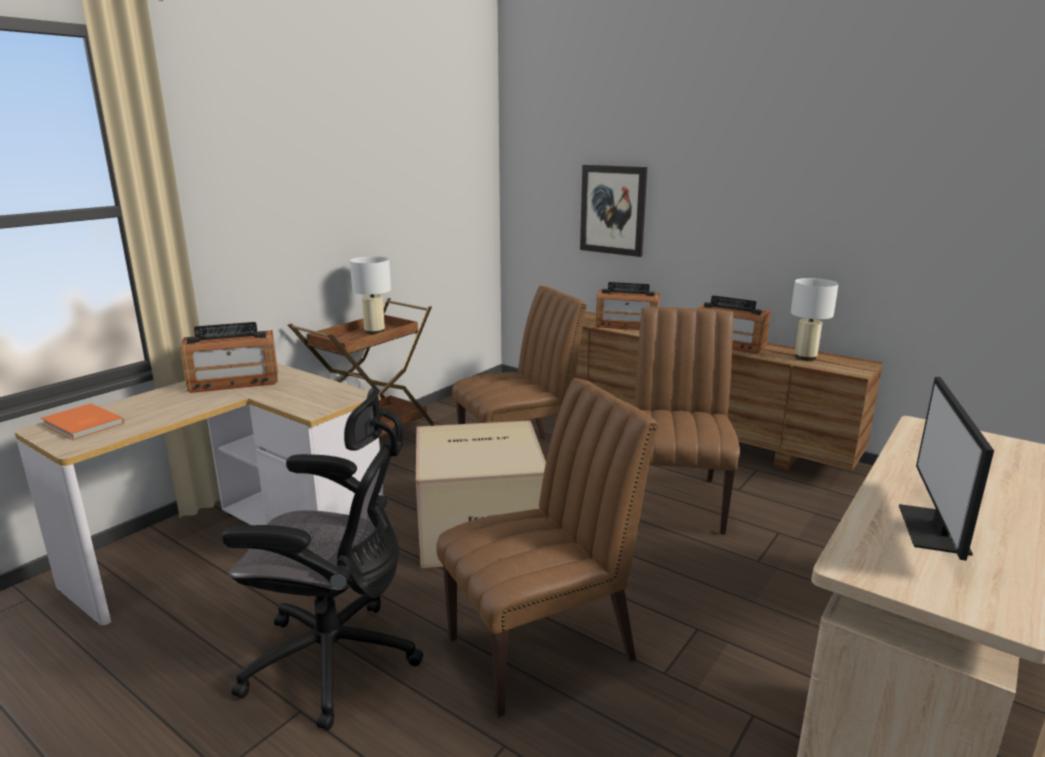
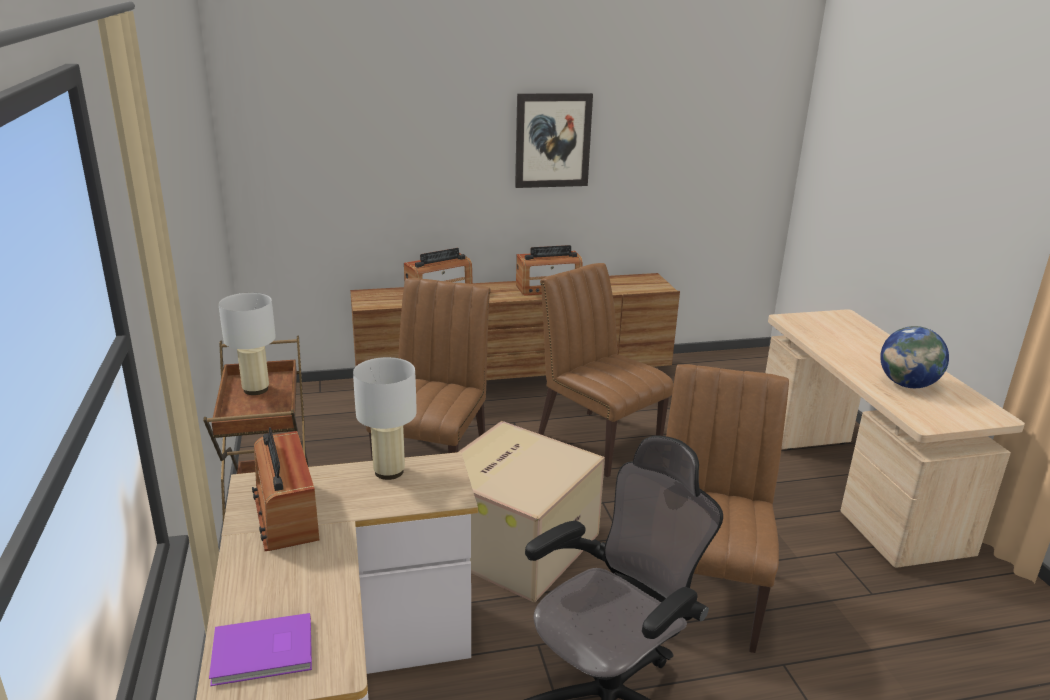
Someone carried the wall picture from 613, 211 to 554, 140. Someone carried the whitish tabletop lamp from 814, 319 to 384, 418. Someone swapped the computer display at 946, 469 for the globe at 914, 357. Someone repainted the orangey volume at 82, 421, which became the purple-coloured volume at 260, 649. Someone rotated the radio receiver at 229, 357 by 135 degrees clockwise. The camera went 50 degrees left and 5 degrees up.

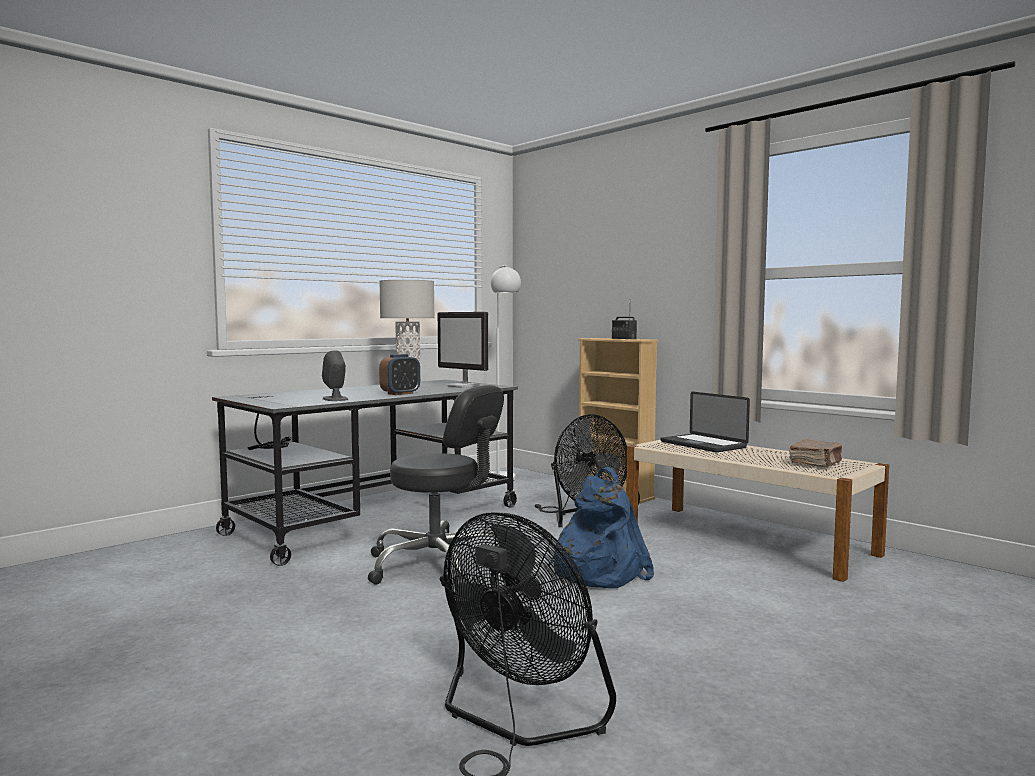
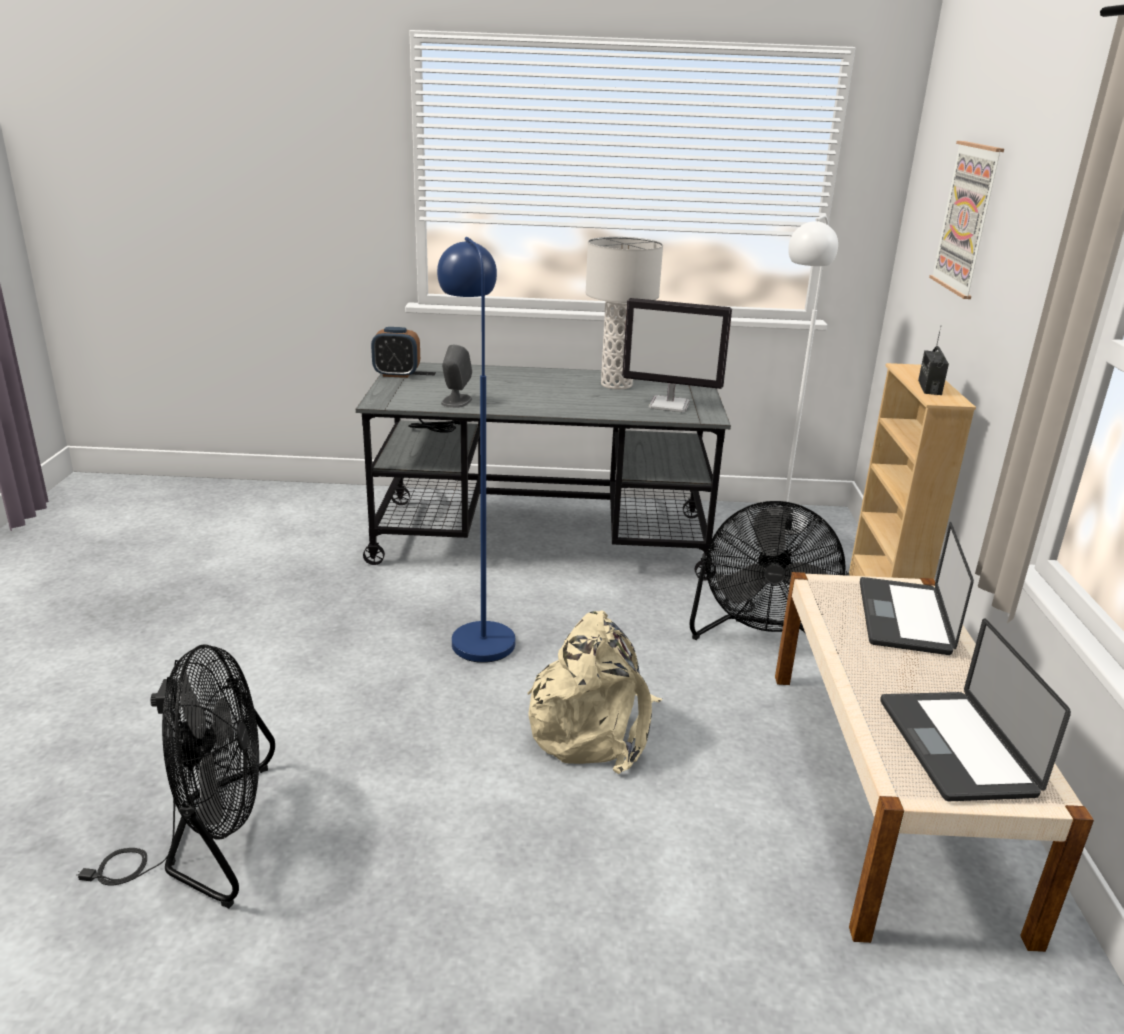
Someone put up the wall picture at 966, 220. Someone carried the bedside clock from 399, 374 to 395, 352. Someone swapped the black office chair at 436, 487 for the bluish standard lamp at 476, 450. Someone swapped the brown-coloured volume at 815, 453 for the laptop at 975, 709. Someone repainted the bluish rucksack at 601, 527, which became the beige-coloured rucksack at 595, 692. Someone rotated the computer display at 463, 350 by 75 degrees counterclockwise. The camera went 45 degrees right and 20 degrees up.

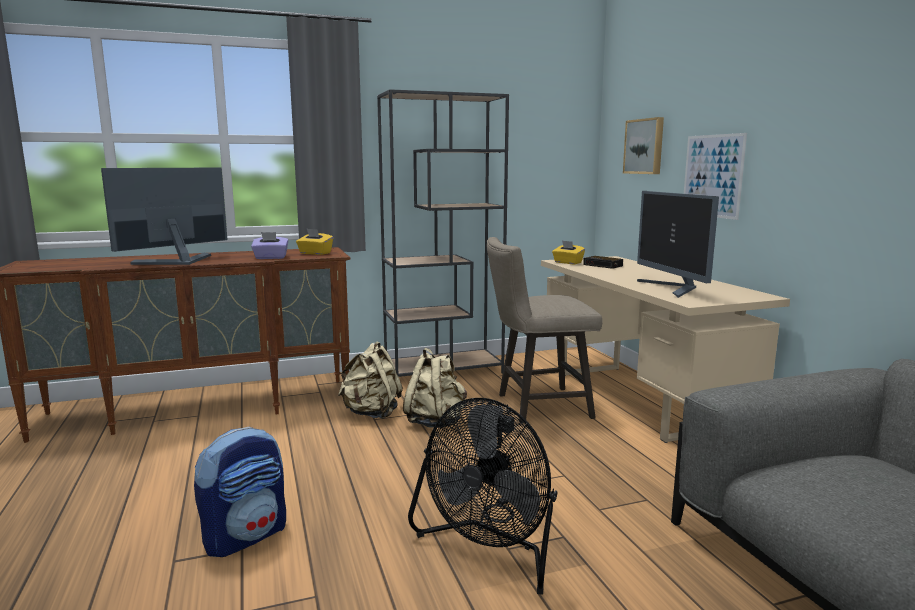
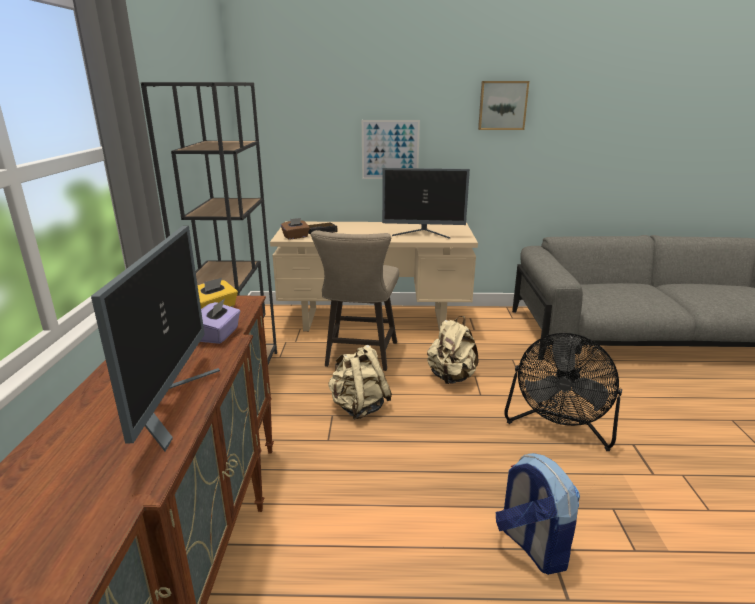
Someone carried the beige-coloured rucksack from 370, 380 to 452, 350. Someone carried the wall picture from 643, 145 to 503, 105. Someone repainted the yellow-coloured tissue box at 568, 252, which became the brown-coloured tissue box at 295, 229. Someone rotated the computer display at 164, 216 by 150 degrees counterclockwise. Someone rotated the black cooling fan at 483, 496 by 60 degrees clockwise. The camera went 70 degrees left and 10 degrees up.

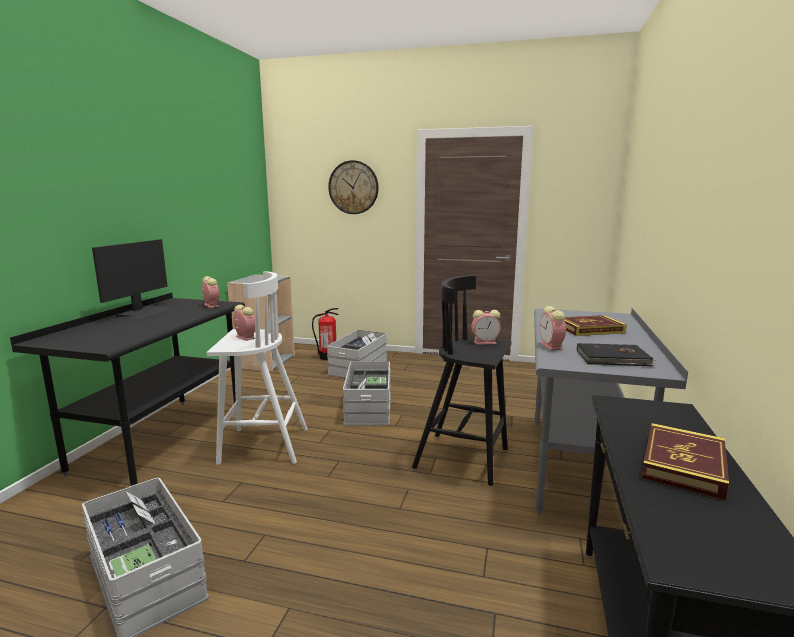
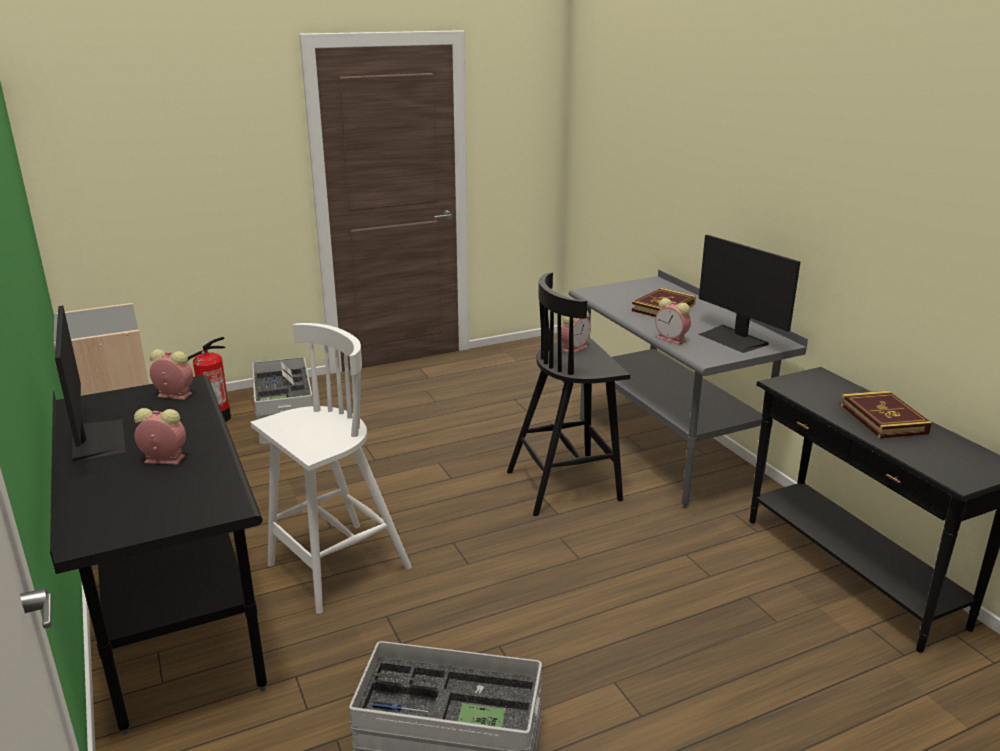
Someone took away the wall clock at 353, 187. Someone took away the greyish storage bin at 367, 393. Someone carried the bedside clock from 244, 323 to 160, 436. Someone swapped the black volume at 616, 354 for the computer display at 749, 294. The camera went 40 degrees left and 10 degrees up.

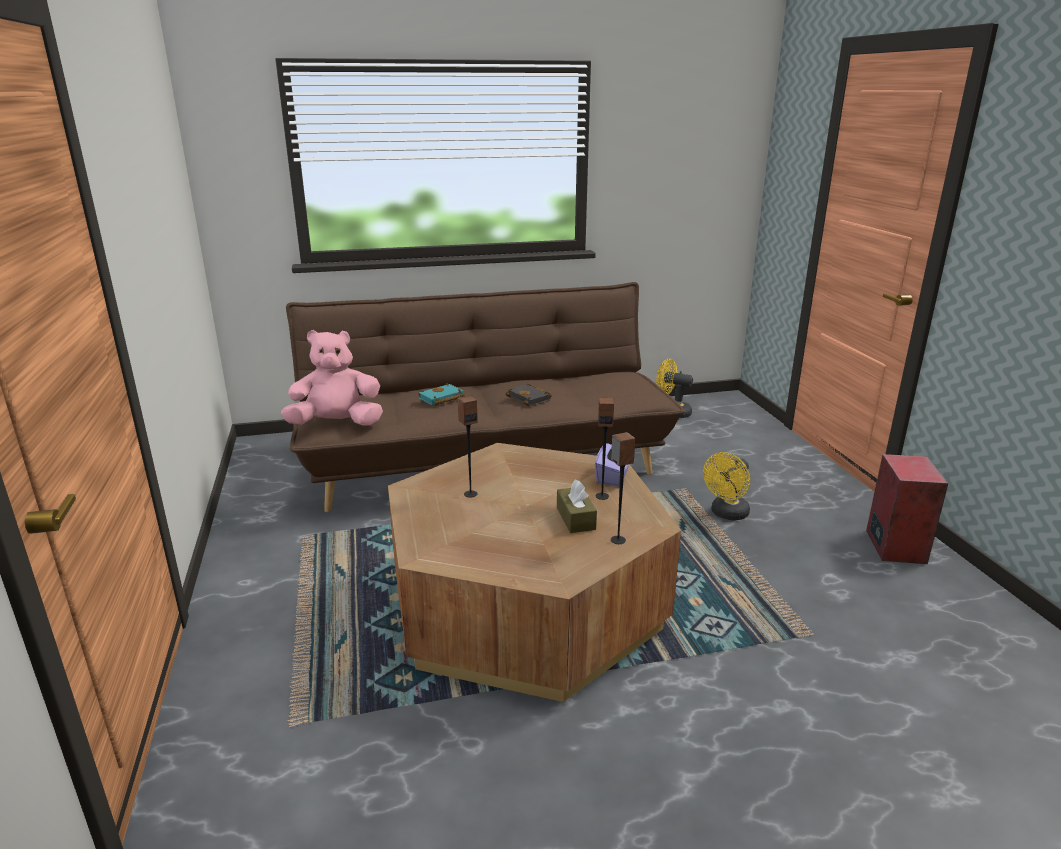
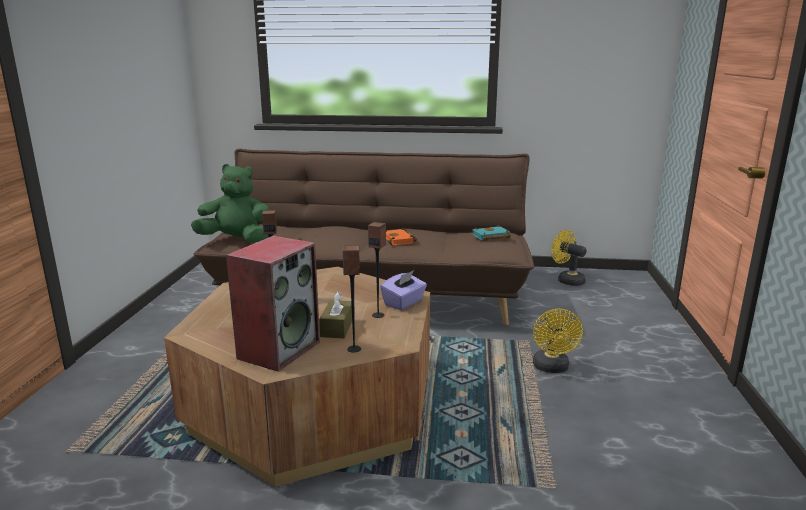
Someone carried the turquoise-coloured volume from 441, 394 to 491, 233. Someone carried the speaker from 907, 509 to 273, 304. Someone repainted the pink-coloured plush toy at 332, 377, which became the green plush toy at 230, 203. Someone repainted the black volume at 528, 394, which became the orangey volume at 401, 237. Someone rotated the yellow-coloured cooling fan at 726, 486 by 60 degrees counterclockwise. The camera went 20 degrees right and 5 degrees down.

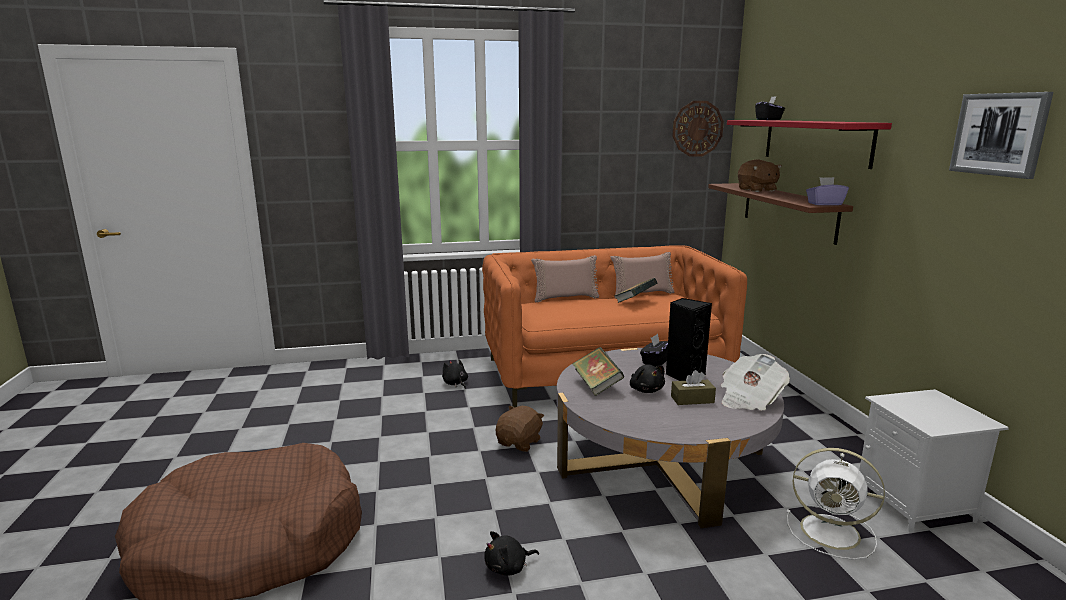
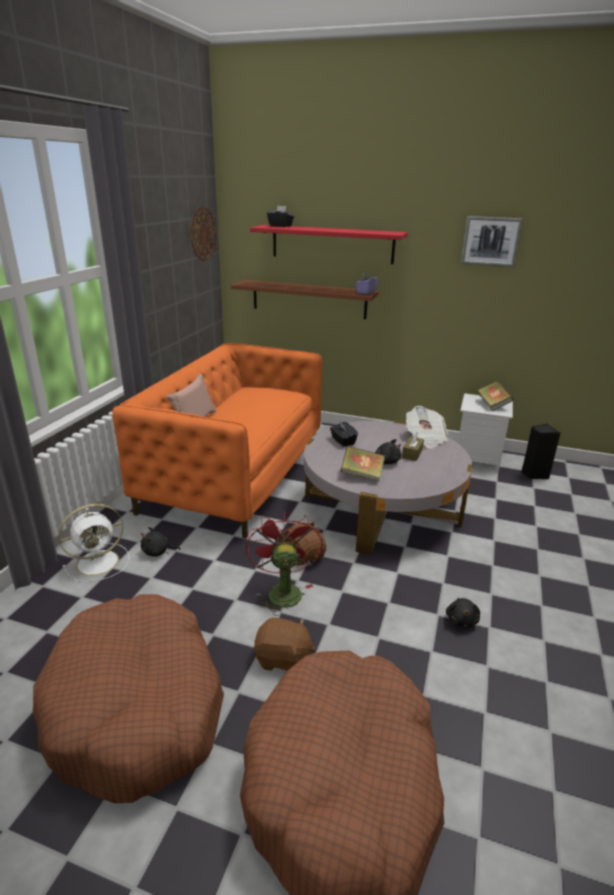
Someone took away the beige-coloured cushion at 642, 275. Someone put down the brown-coloured dog cushion at 128, 698. Someone put down the red cooling fan at 284, 563. Someone carried the volume from 636, 290 to 495, 396. Someone carried the black speaker from 688, 339 to 541, 451. Someone carried the brown-coloured plush toy from 760, 176 to 285, 644. Someone carried the whitish cooling fan from 835, 504 to 94, 543. The camera went 60 degrees left and 10 degrees up.

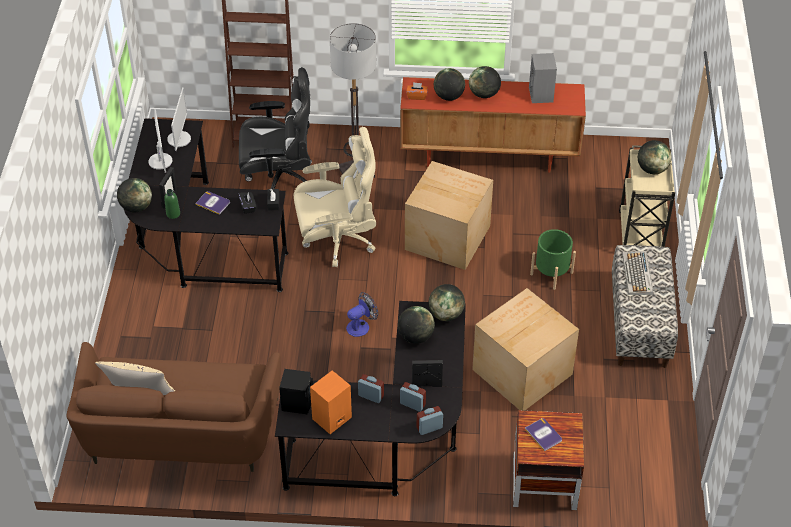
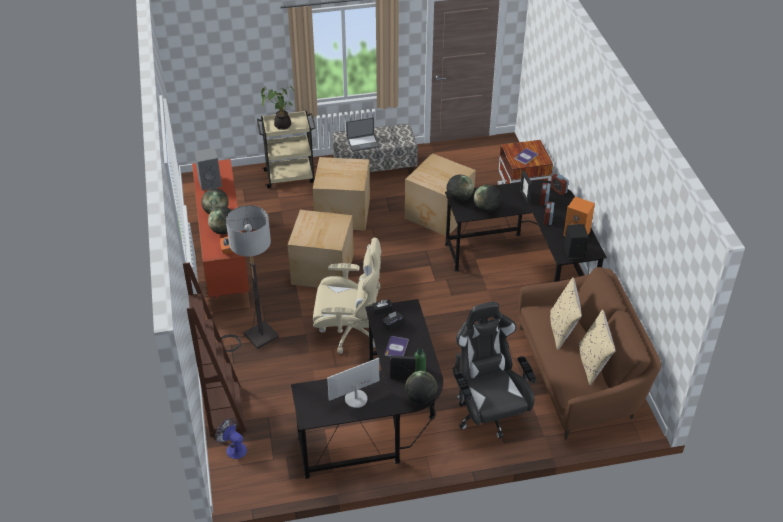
Someone took away the computer display at 179, 119. Someone put down the beige-coloured cushion at 566, 314. Someone carried the black office chair from 275, 128 to 494, 370. Someone carried the cooling fan from 362, 314 to 231, 438. Someone swapped the green planter at 553, 259 for the carton at 341, 194. Someone swapped the keyboard at 638, 273 for the laptop at 363, 134. Someone swapped the globe at 654, 157 for the plant in a pot at 278, 107. Someone rotated the beige-coloured office chair at 335, 196 by 120 degrees clockwise. The camera went 105 degrees left and 5 degrees down.

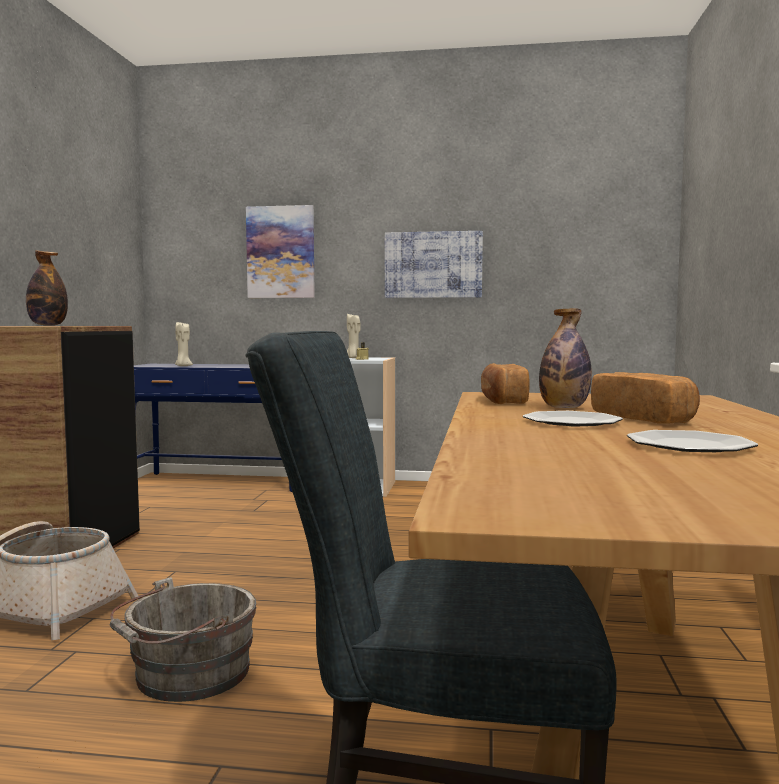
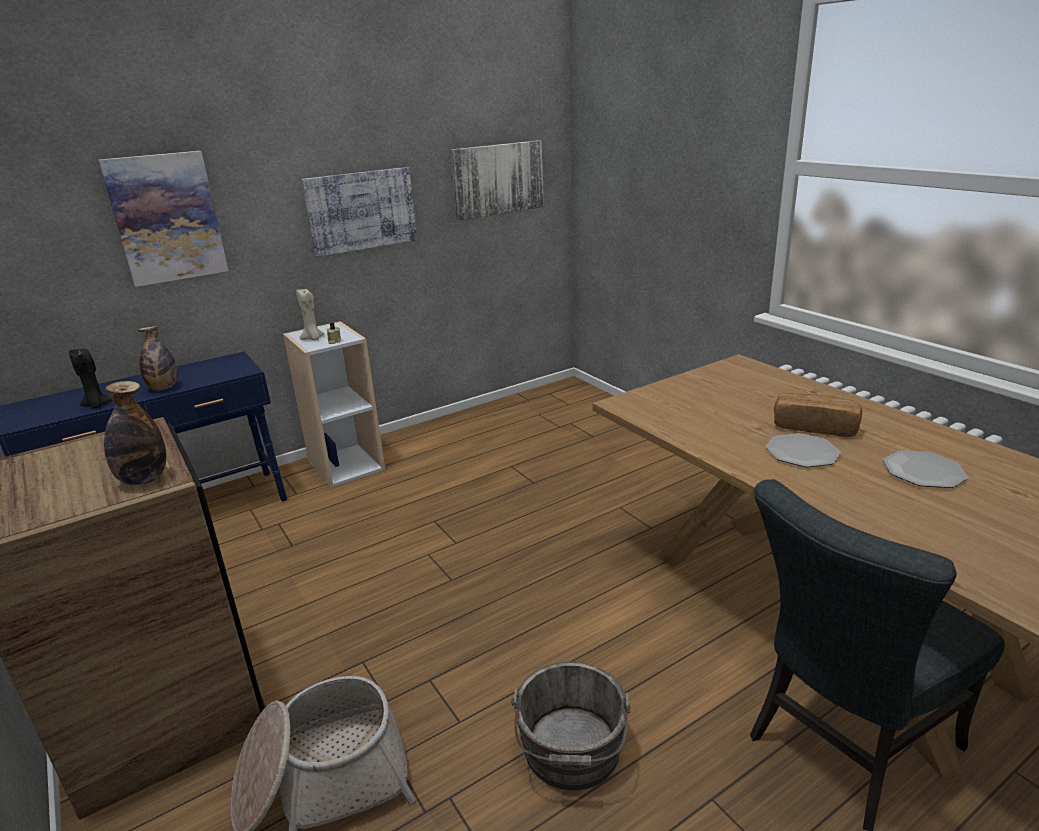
Someone took away the bakery bread at 505, 383. Someone put up the wall picture at 497, 180. Someone carried the bottle from 565, 358 to 158, 358. Someone repainted the beige-coloured candle at 184, 344, which became the black candle at 90, 378. The camera went 40 degrees left and 20 degrees up.

